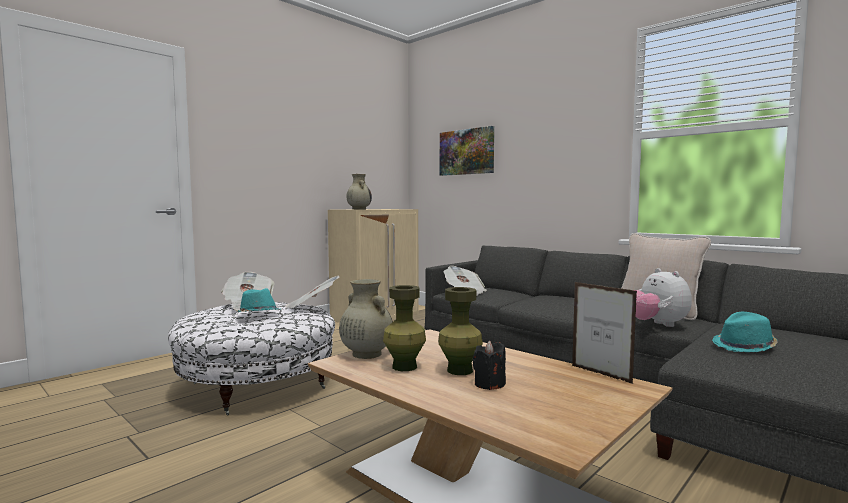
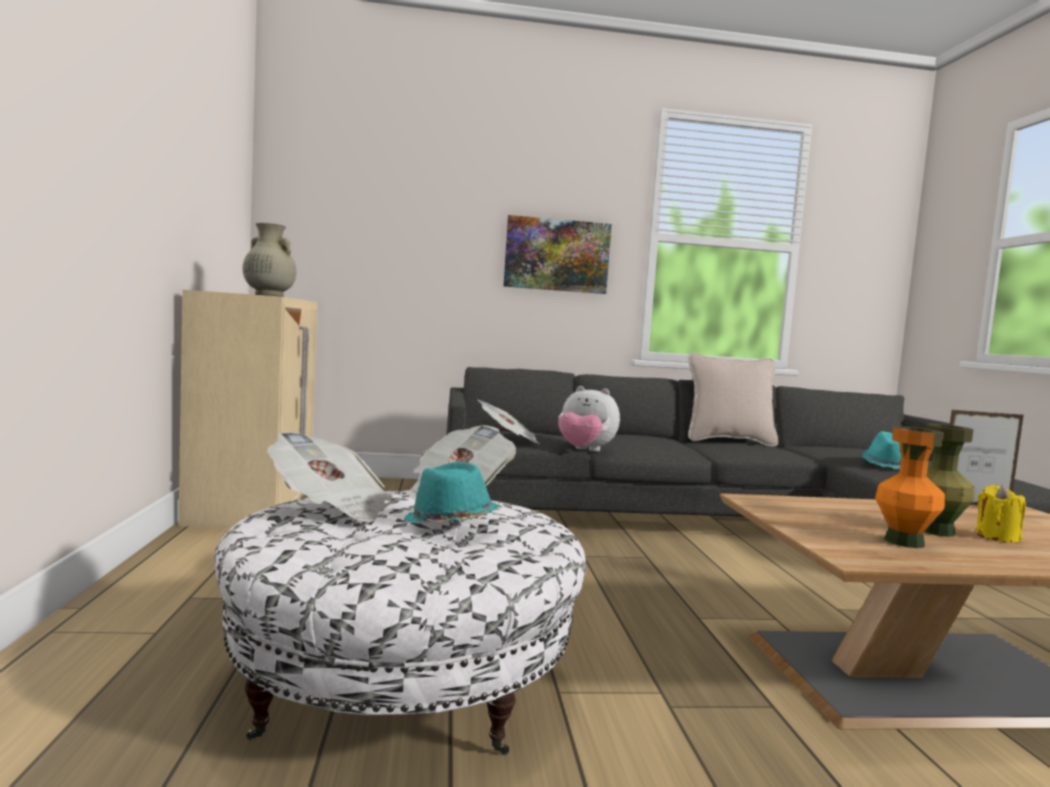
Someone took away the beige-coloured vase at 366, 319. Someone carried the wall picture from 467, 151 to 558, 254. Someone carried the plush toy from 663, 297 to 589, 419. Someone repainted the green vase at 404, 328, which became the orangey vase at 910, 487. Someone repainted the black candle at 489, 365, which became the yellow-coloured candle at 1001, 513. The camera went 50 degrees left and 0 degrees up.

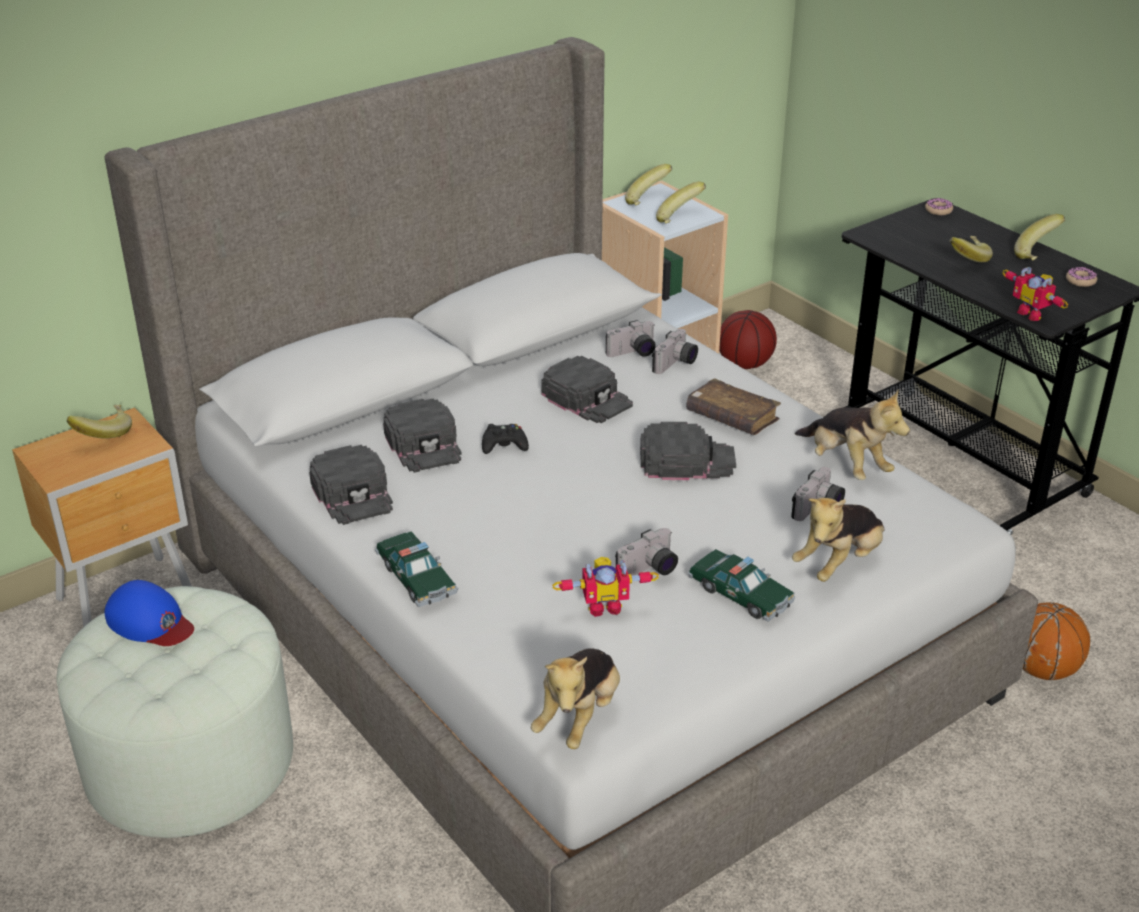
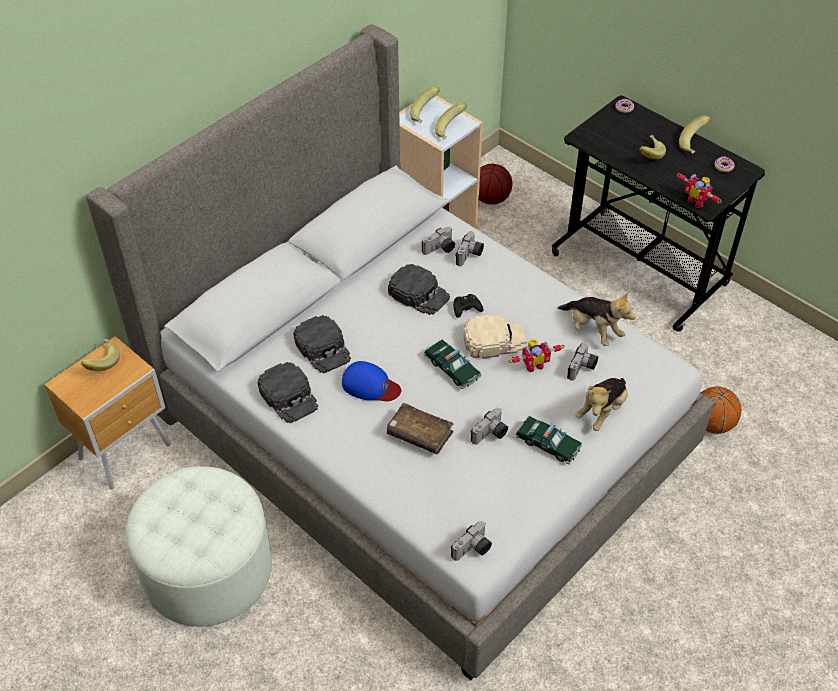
Someone carried the bluish peaked cap from 149, 613 to 371, 381. Someone carried the model car from 416, 569 to 452, 364. Someone carried the black joypad from 505, 439 to 468, 306. Someone carried the toy robot from 605, 587 to 536, 355. Someone carried the brown-coloured volume from 733, 406 to 420, 429. Someone swapped the plush toy at 575, 698 for the still camera at 471, 541. Someone repainted the black peaked cap at 688, 451, which became the beige-coloured peaked cap at 495, 337. The camera went 10 degrees left and 15 degrees up.

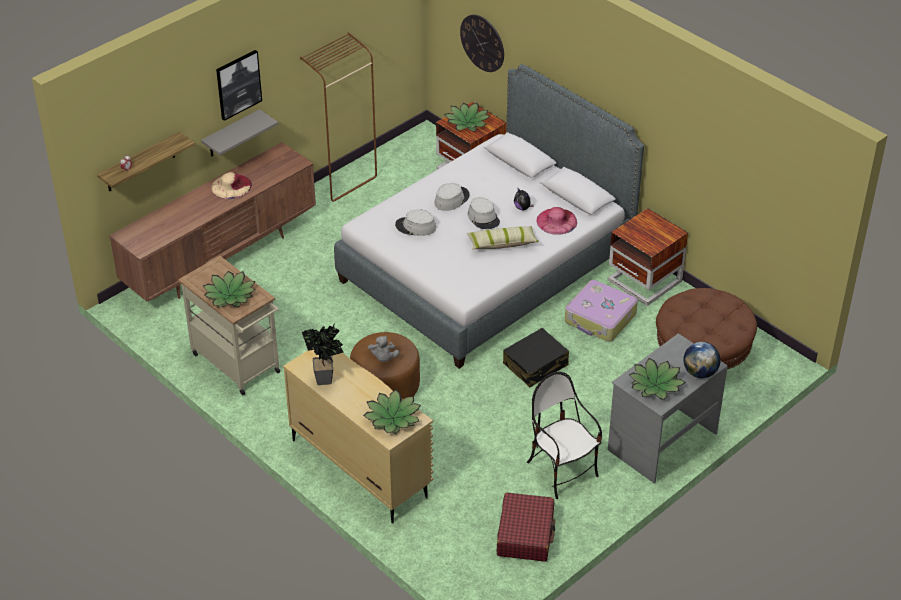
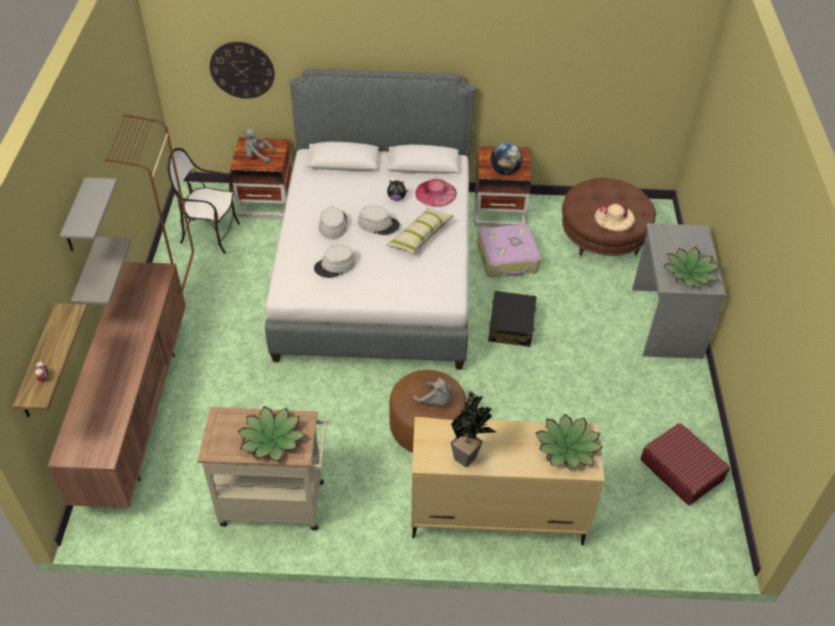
Someone carried the beige-coloured clothing hat from 231, 185 to 614, 217. Someone carried the chair from 564, 435 to 203, 201. Someone carried the globe from 702, 360 to 507, 159. Someone swapped the wall picture at 239, 85 for the greyish shelf at 88, 214. Someone swapped the plant in a pot at 467, 117 for the greyish plush toy at 259, 145. The camera went 45 degrees left and 5 degrees up.

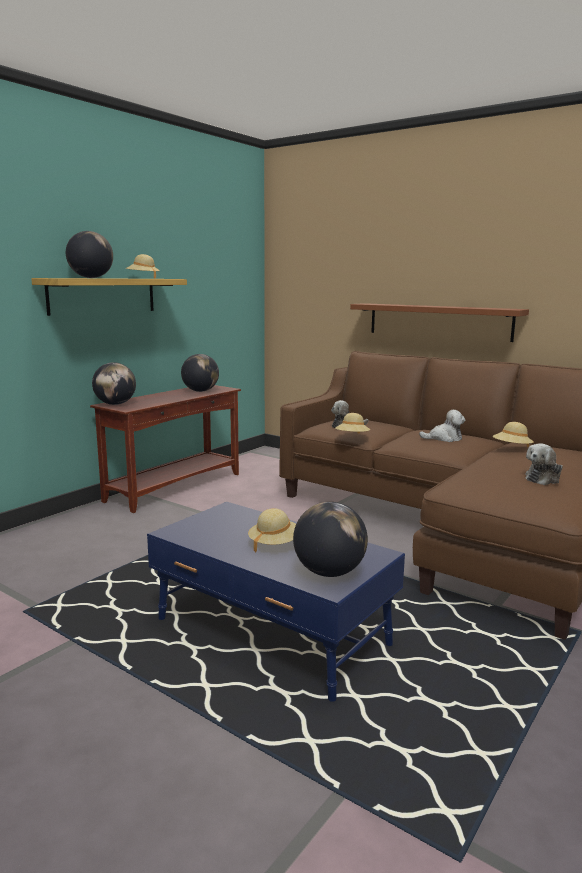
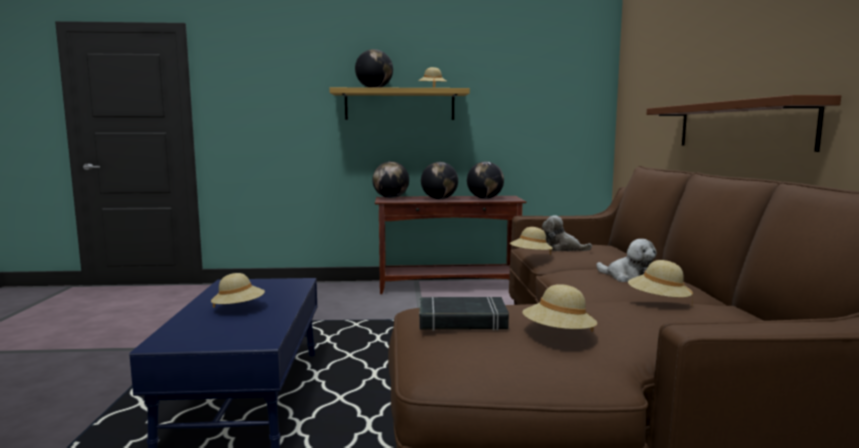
Someone put down the black volume at 464, 314. Someone carried the globe from 330, 539 to 439, 180. Someone swapped the plush toy at 544, 464 for the beige-coloured clothing hat at 559, 308. The camera went 50 degrees right and 5 degrees down.

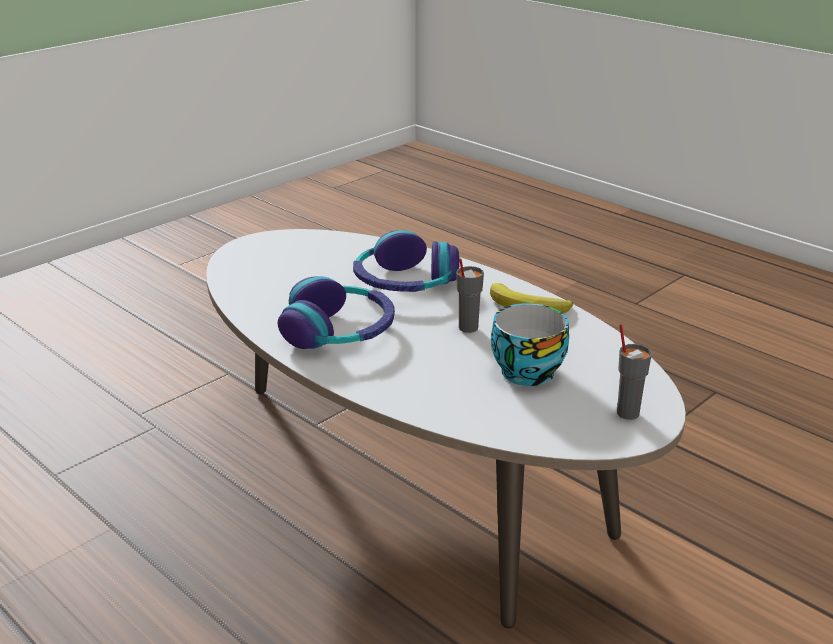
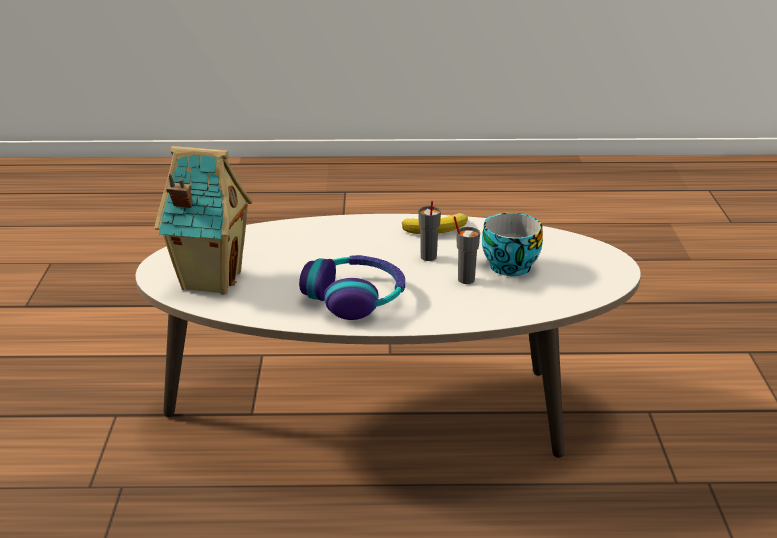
Someone took away the pair of headphones at 406, 261. Someone put down the miniature house at 203, 220. Someone carried the greyish drinking cup from 634, 372 to 467, 250. The camera went 45 degrees left and 0 degrees up.

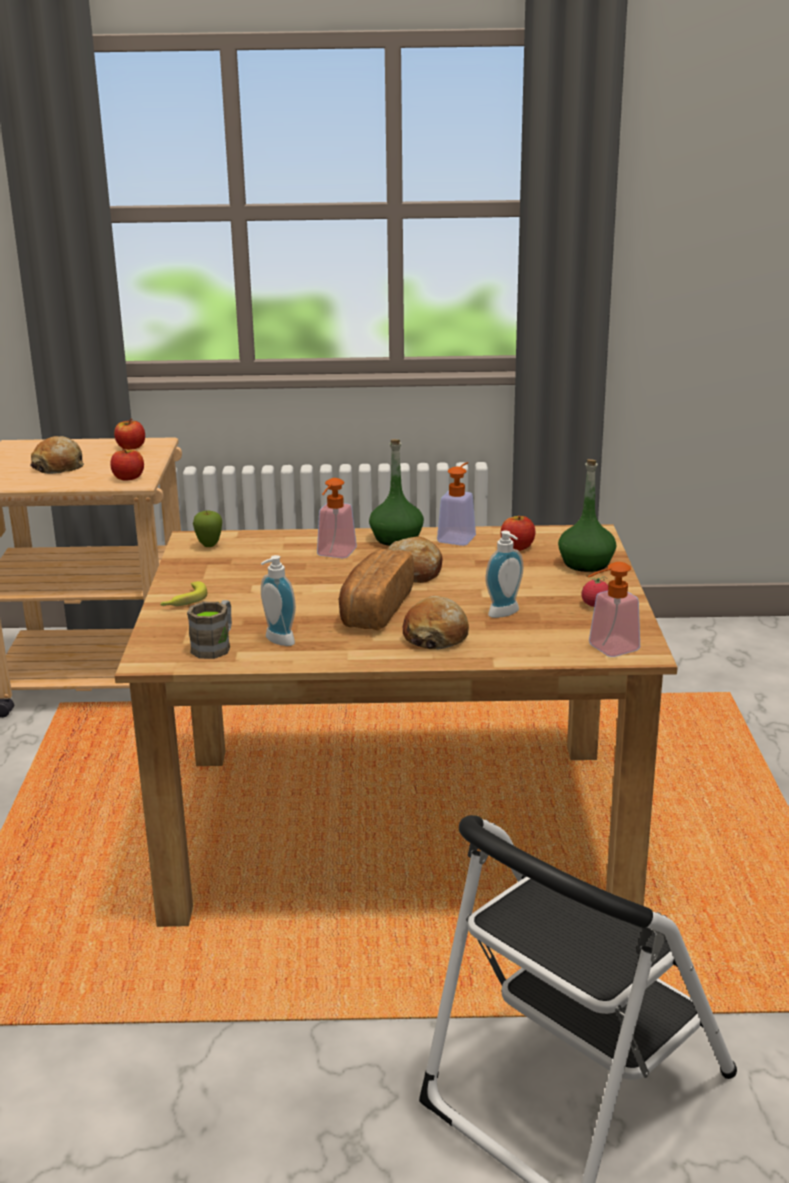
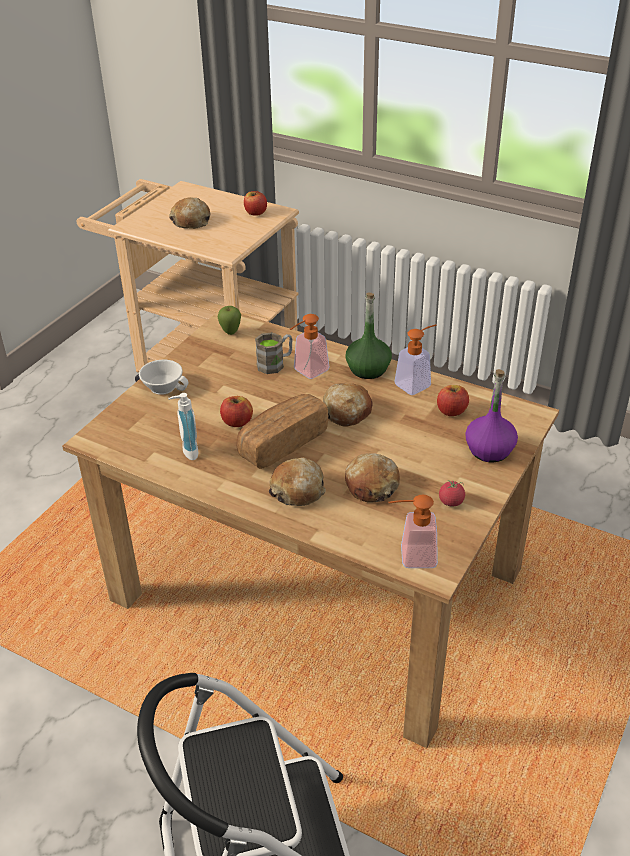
Someone carried the whole apple from 127, 465 to 236, 411. Someone carried the brown-coloured mug from 209, 629 to 274, 353. Someone swapped the banana at 183, 593 for the whitish drinking cup at 164, 377. Someone swapped the soap bottle at 504, 574 for the bakery bread at 372, 477. Someone repainted the green bottle at 587, 515, which became the purple-coloured bottle at 491, 415. The camera went 30 degrees right and 15 degrees up.

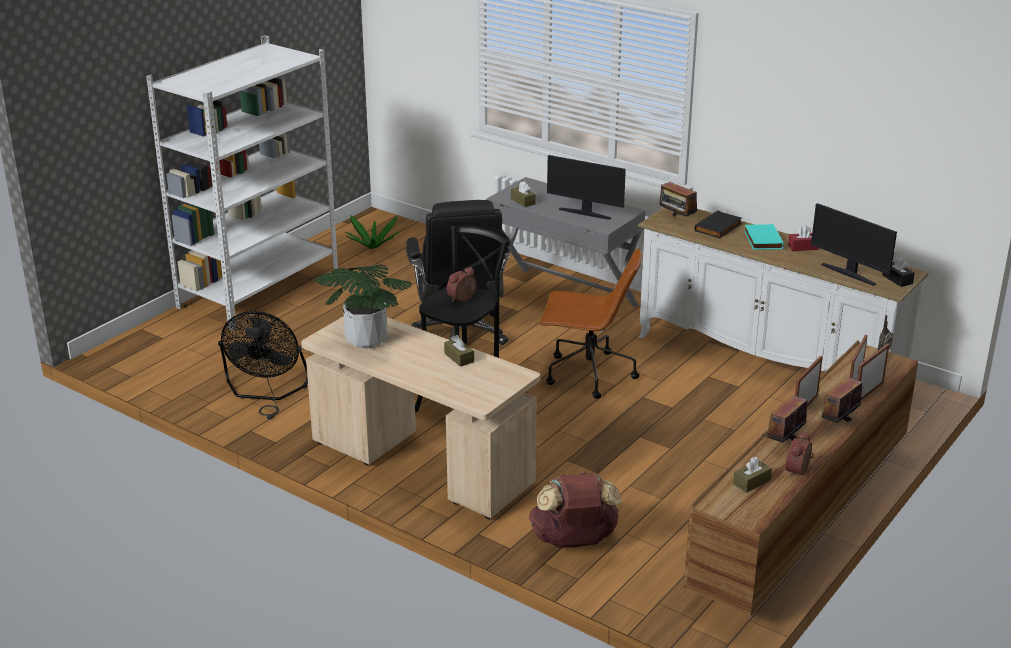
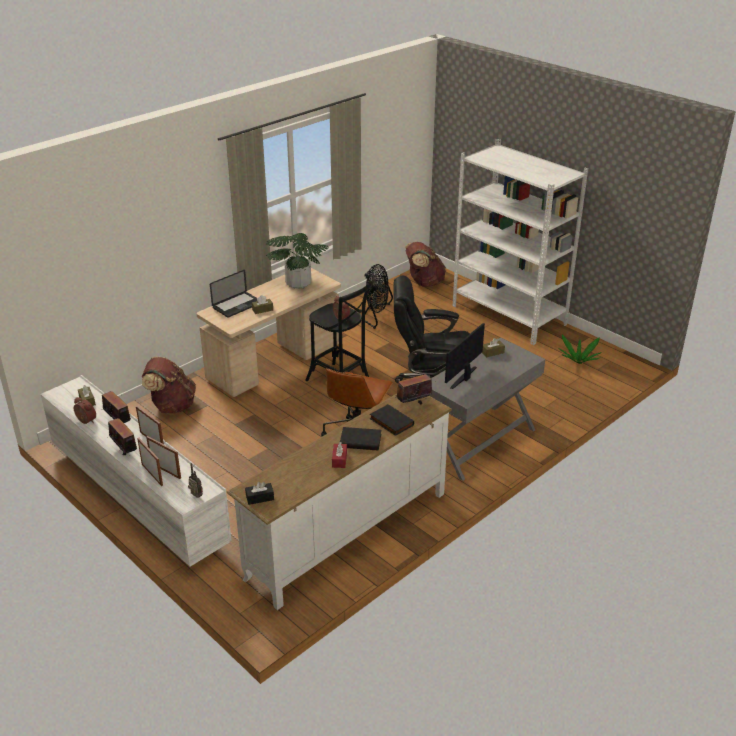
Someone took away the computer display at 854, 244. Someone put down the laptop at 233, 294. Someone put down the brown-coloured rucksack at 425, 264. Someone repainted the brown-coloured cupboard at 801, 478, which became the whitish cupboard at 136, 471. Someone repainted the turquoise-coloured volume at 764, 237, which became the black volume at 360, 438. The camera went 100 degrees right and 5 degrees up.

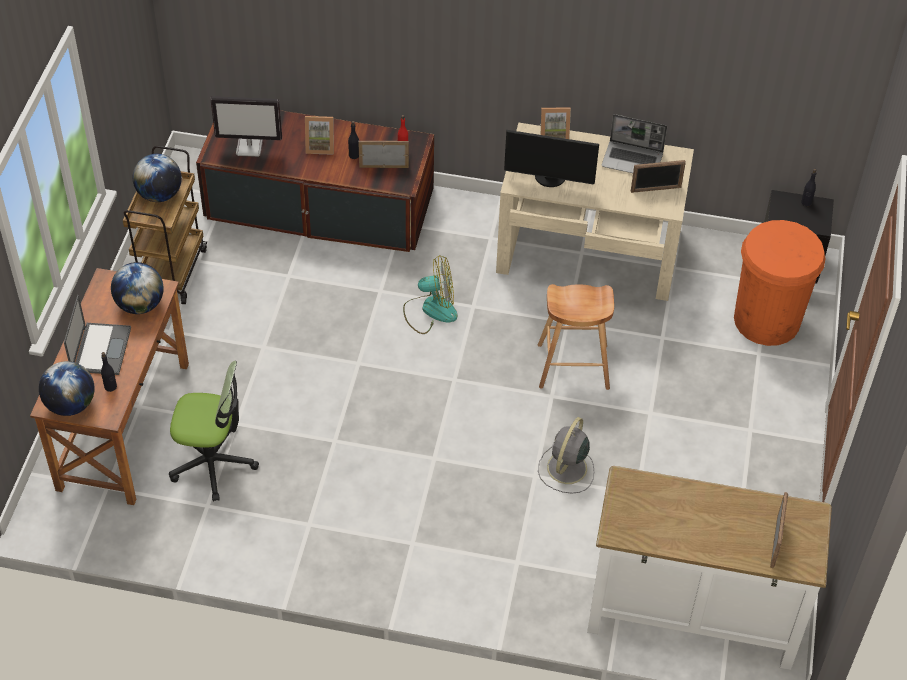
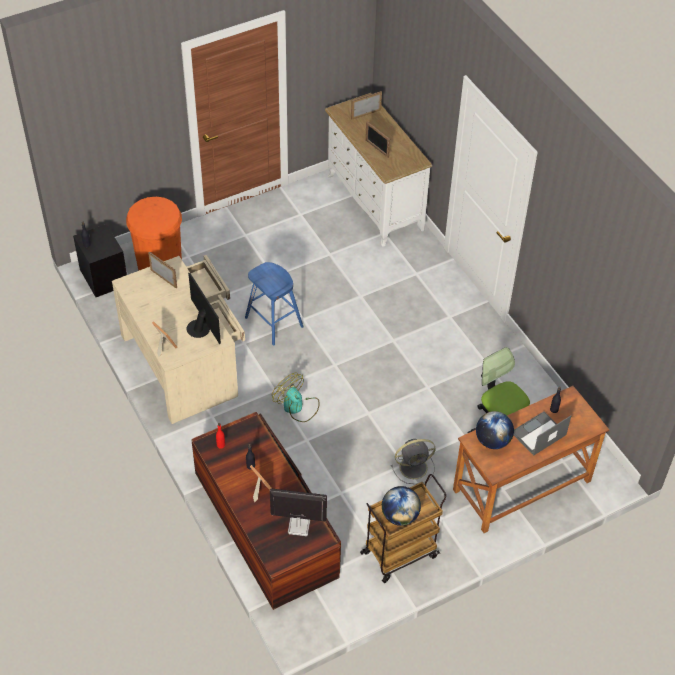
Someone took away the globe at 67, 388. Someone took away the laptop at 634, 143. Someone carried the standing frame from 383, 154 to 377, 139. Someone carried the greyish cooling fan from 566, 455 to 413, 461. Someone repainted the brown-coloured stool seat at 576, 337, which became the bluish stool seat at 274, 303. Someone rotated the computer display at 246, 126 by 45 degrees counterclockwise. The camera went 130 degrees left and 0 degrees up.

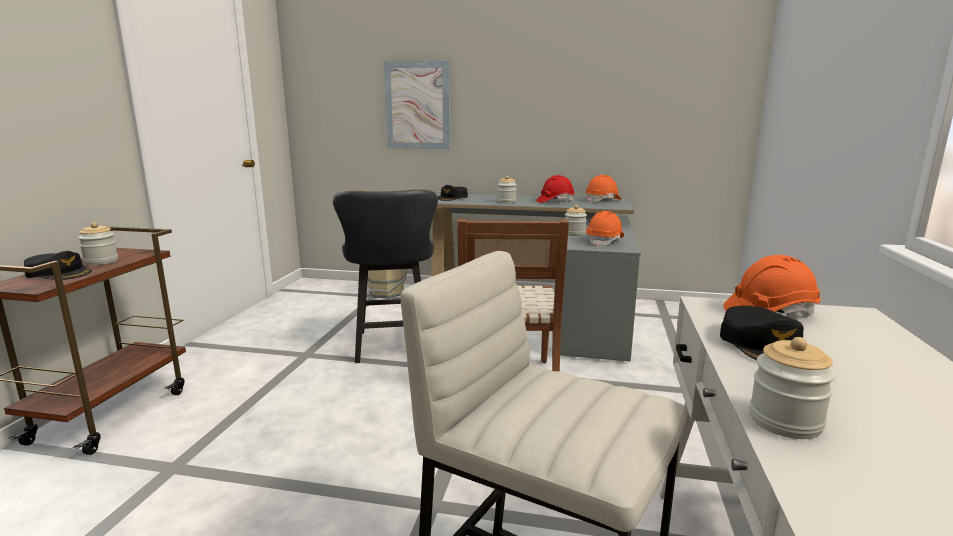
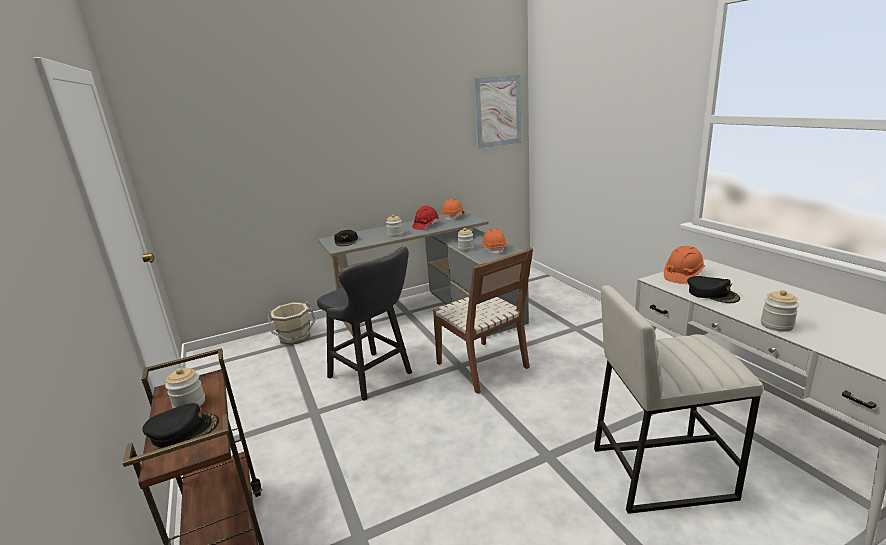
Someone carried the wall picture from 417, 105 to 497, 112. The camera went 35 degrees left and 5 degrees up.

